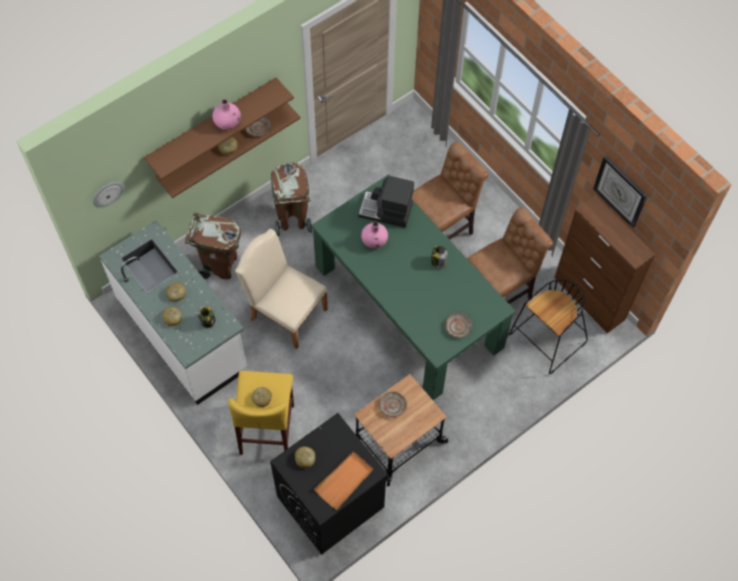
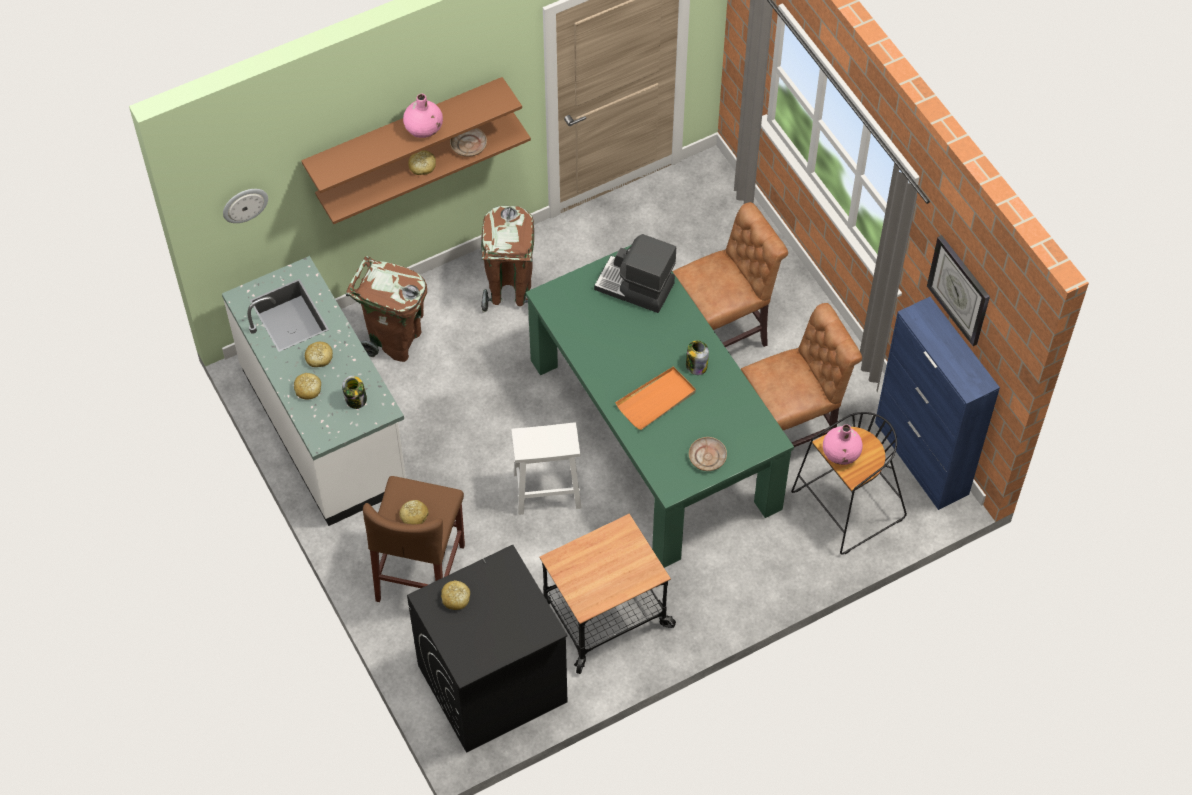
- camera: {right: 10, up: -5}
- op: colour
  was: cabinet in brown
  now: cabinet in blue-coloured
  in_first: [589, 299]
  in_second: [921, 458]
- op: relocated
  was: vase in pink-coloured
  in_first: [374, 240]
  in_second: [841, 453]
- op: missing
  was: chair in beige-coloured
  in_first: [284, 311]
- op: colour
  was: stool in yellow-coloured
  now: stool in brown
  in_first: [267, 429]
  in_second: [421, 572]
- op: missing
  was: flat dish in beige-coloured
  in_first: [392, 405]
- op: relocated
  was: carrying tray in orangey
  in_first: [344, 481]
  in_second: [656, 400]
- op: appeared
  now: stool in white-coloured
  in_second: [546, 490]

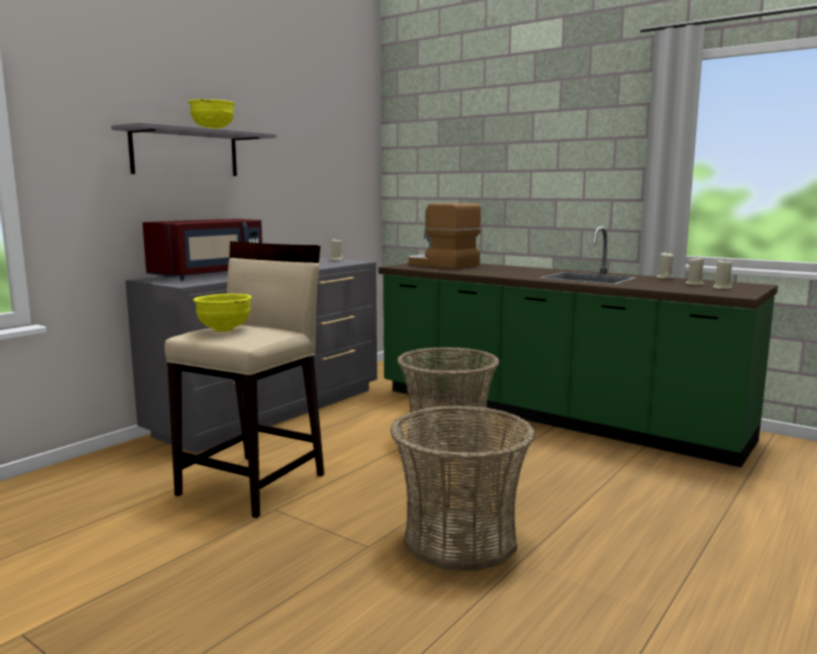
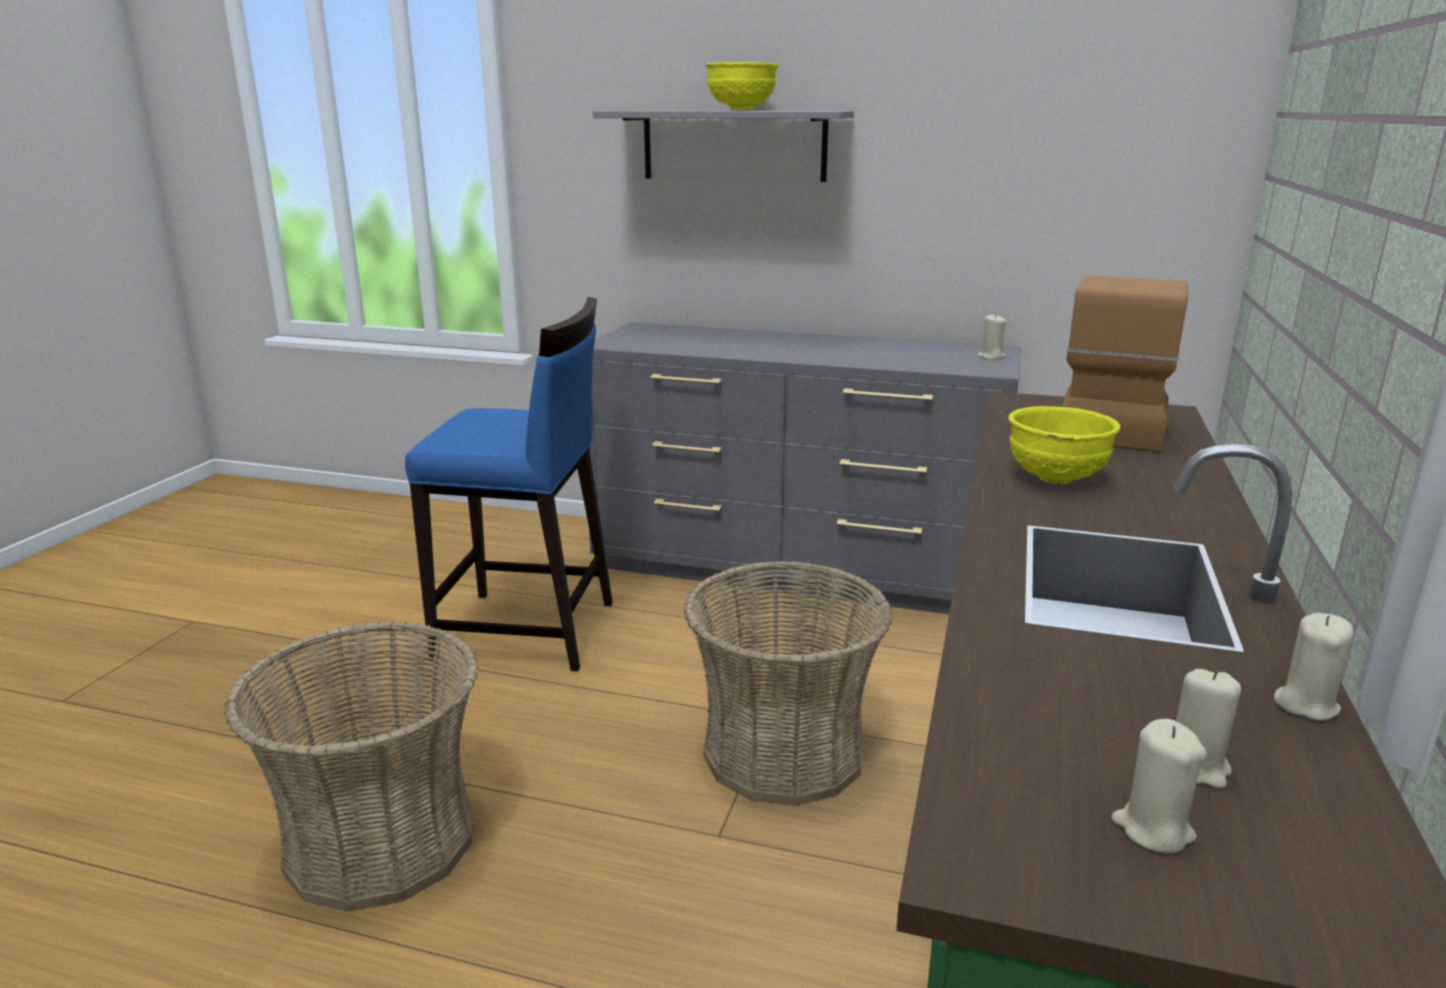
- camera: {right: 70, up: 10}
- op: missing
  was: microwave oven in reddish
  in_first: [210, 275]
- op: colour
  was: stool in beige-coloured
  now: stool in blue-coloured
  in_first: [254, 484]
  in_second: [527, 631]
- op: relocated
  was: bowl in yellow-coloured
  in_first: [224, 330]
  in_second: [1056, 479]

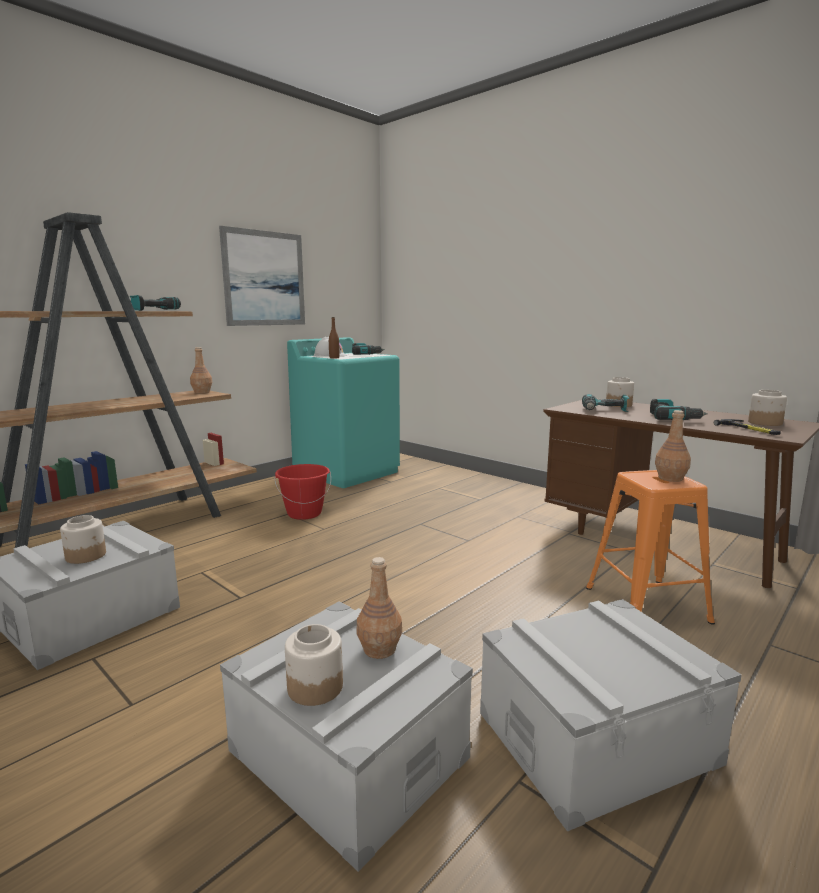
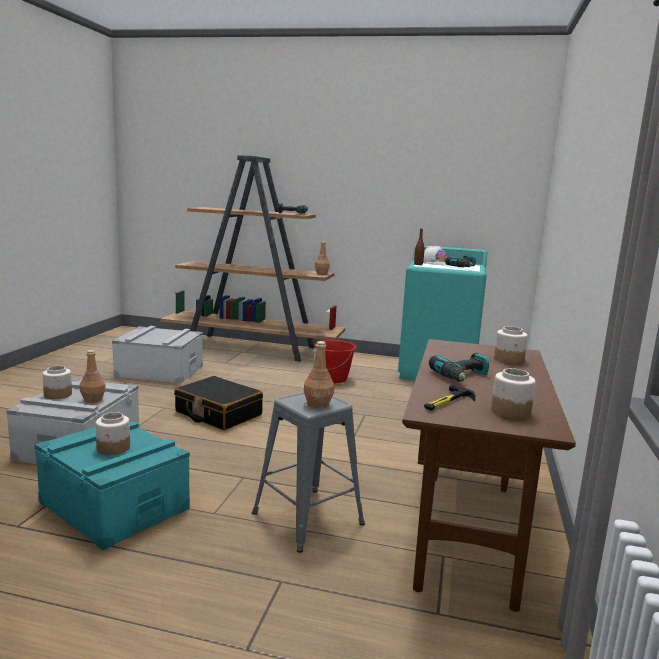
- camera: {right: 60, up: 0}
- op: missing
  was: wall art
  in_first: [264, 278]
- op: missing
  was: power drill
  in_first: [604, 411]
- op: colour
  was: stool in orangey
  now: stool in greyish
  in_first: [644, 604]
  in_second: [308, 517]
- op: relocated
  was: storage jar
  in_first: [86, 556]
  in_second: [113, 448]
- op: colour
  was: storage bin in greyish
  now: storage bin in turquoise-coloured
  in_first: [595, 737]
  in_second: [114, 505]
- op: appeared
  now: piece of luggage in blackish
  in_second: [218, 414]

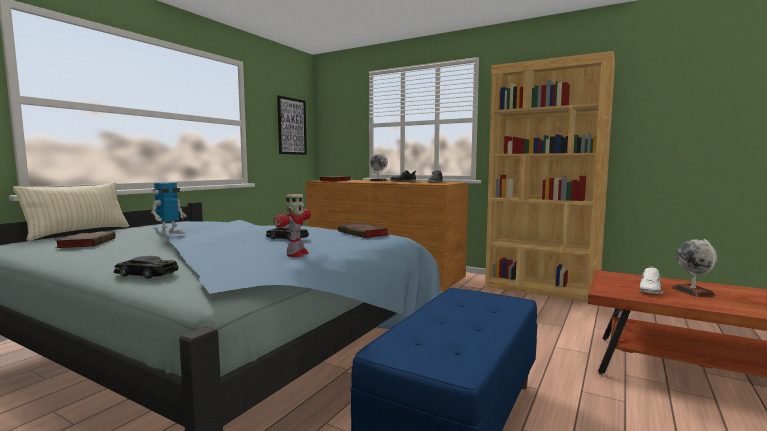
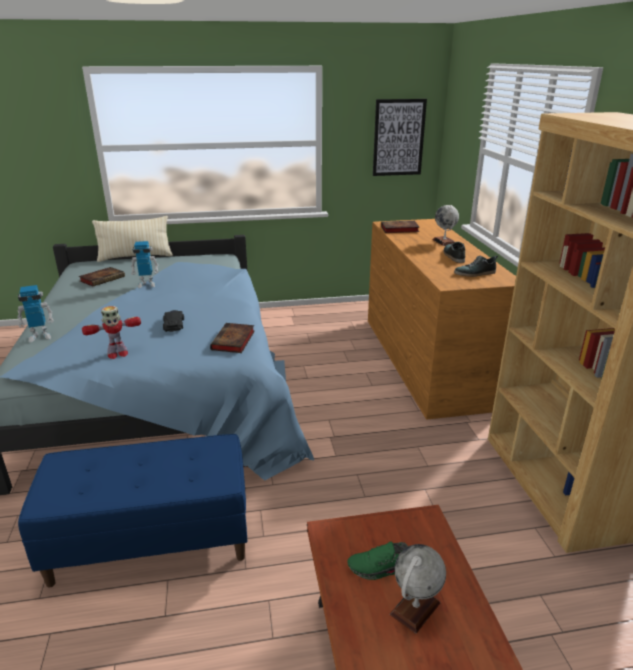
- camera: {right: 50, up: 20}
- op: exchanged
  was: model car in blackish
  now: model robot
  in_first: [145, 273]
  in_second: [40, 336]
- op: colour
  was: shoe in white-coloured
  now: shoe in greenish
  in_first: [651, 290]
  in_second: [381, 568]

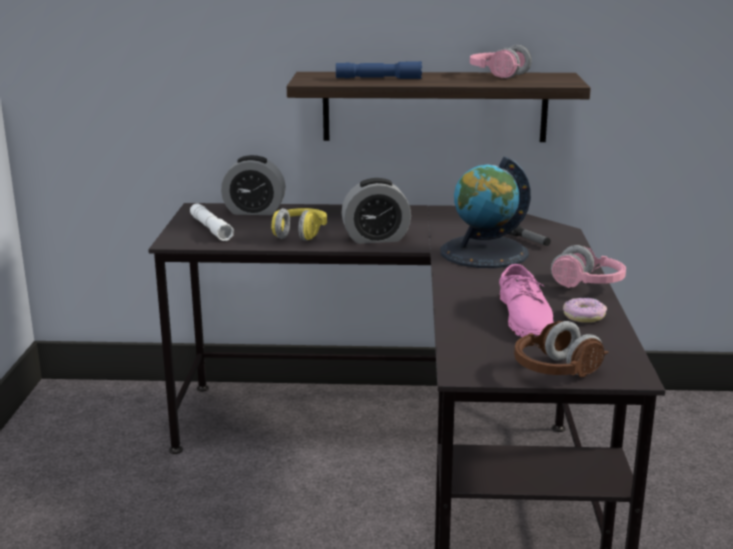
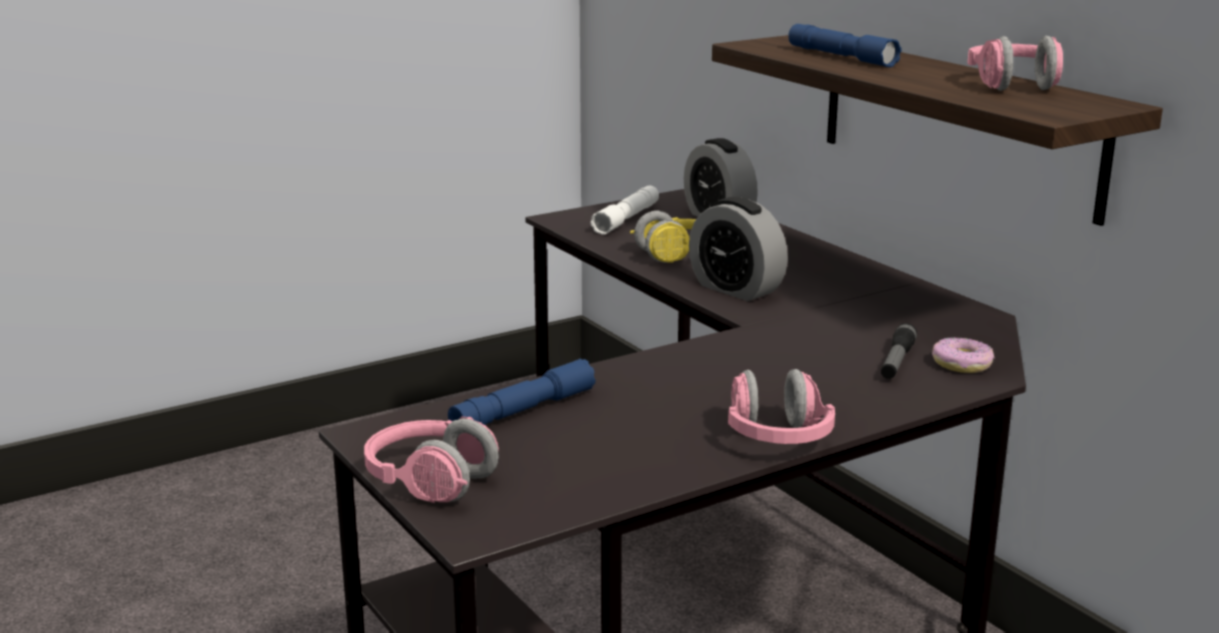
- camera: {right: 55, up: 0}
- op: missing
  was: globe
  in_first: [484, 252]
- op: missing
  was: shoe in pink-coloured
  in_first: [525, 317]
- op: relocated
  was: doughnut
  in_first: [583, 316]
  in_second: [962, 364]
- op: colour
  was: pair of headphones in brown
  now: pair of headphones in pink-coloured
  in_first: [556, 371]
  in_second: [431, 483]
- op: appeared
  now: torch in blue-coloured
  in_second: [523, 411]

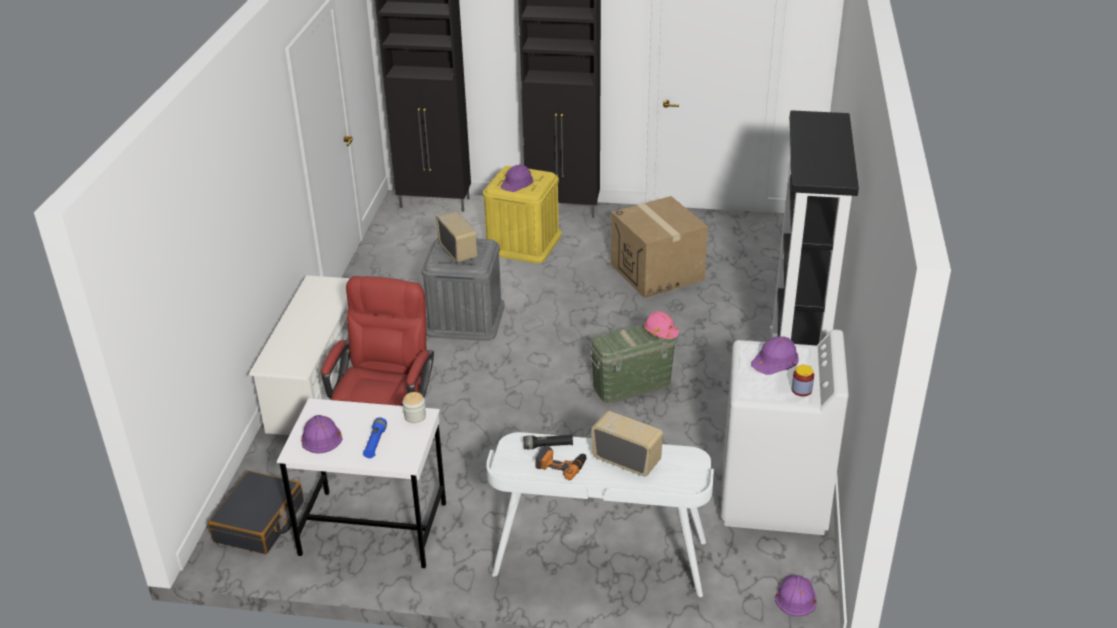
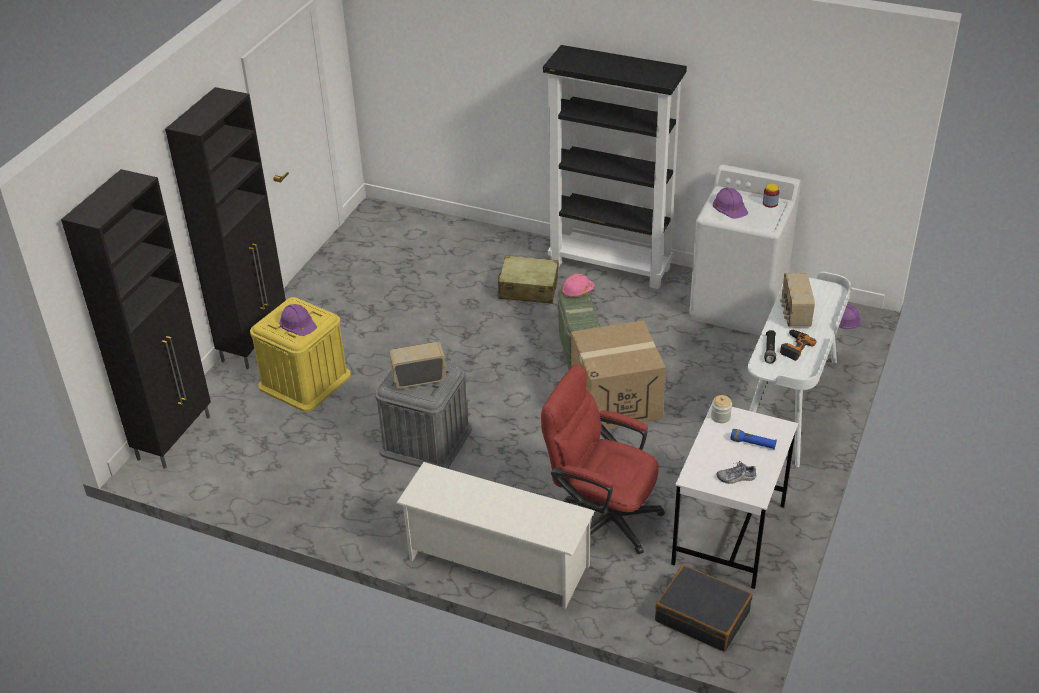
- camera: {right: -75, up: 5}
- op: relocated
  was: carton
  in_first: [657, 272]
  in_second: [616, 400]
- op: spun
  was: radio receiver
  in_first: [626, 460]
  in_second: [795, 314]
  clockwise: -45
- op: exchanged
  was: hard hat in purplish
  now: shoe
  in_first: [320, 436]
  in_second: [736, 478]
- op: appeared
  now: piece of luggage in beige-coloured
  in_second: [528, 288]

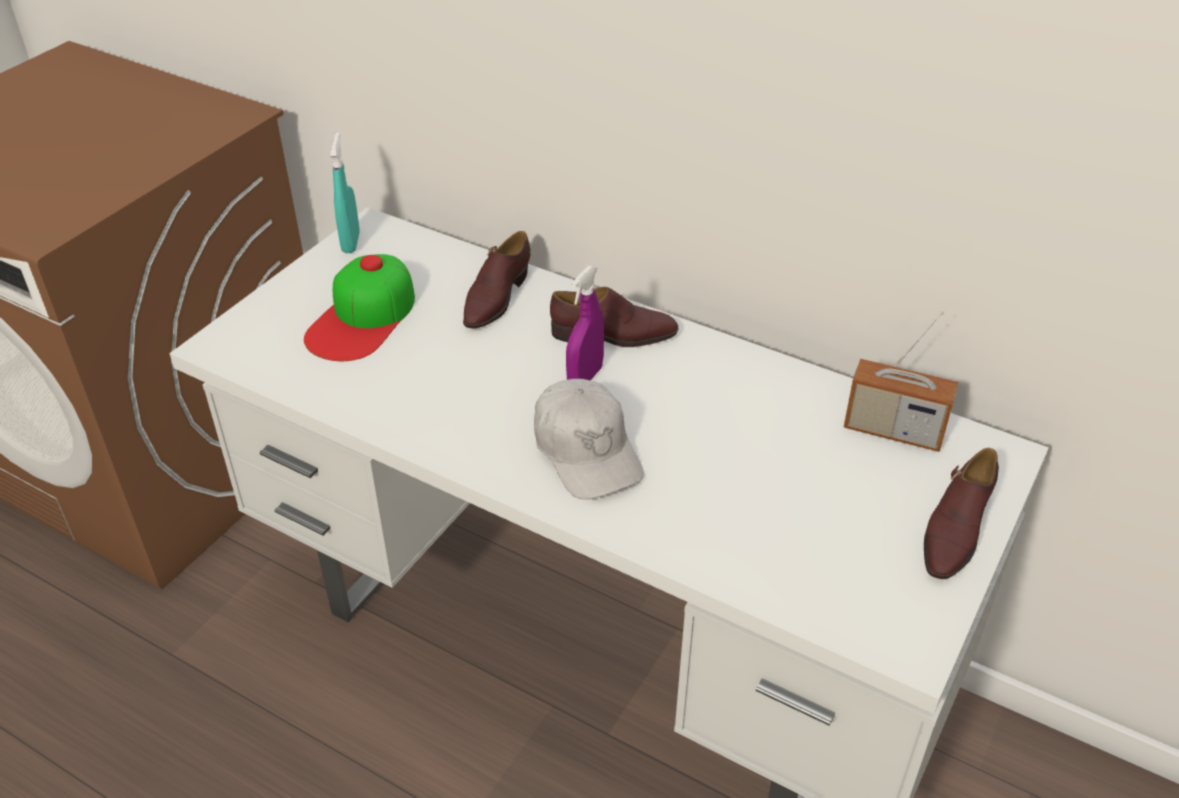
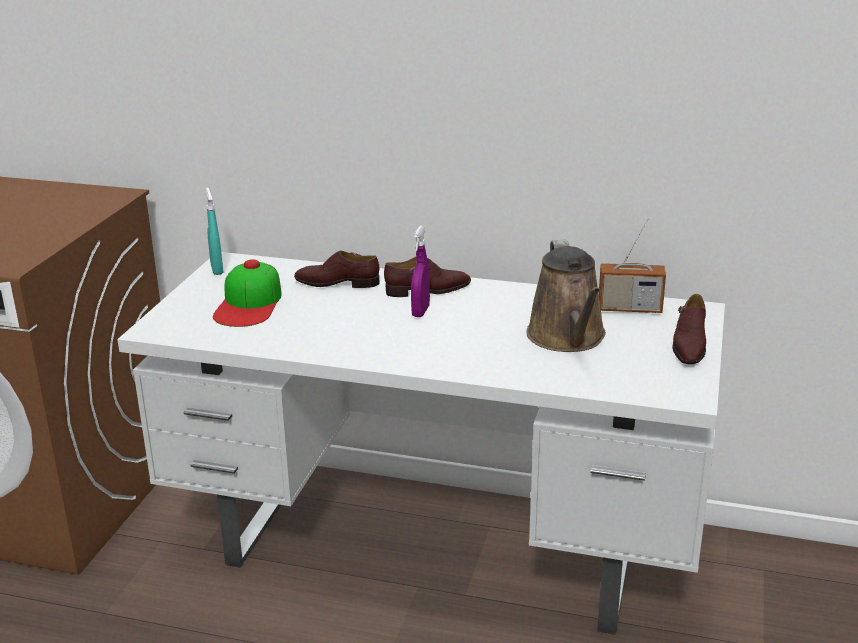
- camera: {right: -15, up: -15}
- op: spun
  was: shoe in brown
  in_first: [496, 298]
  in_second: [337, 283]
  clockwise: 90
- op: missing
  was: baseball cap in white-coloured
  in_first: [587, 451]
- op: appeared
  now: watering can in brown
  in_second: [568, 338]

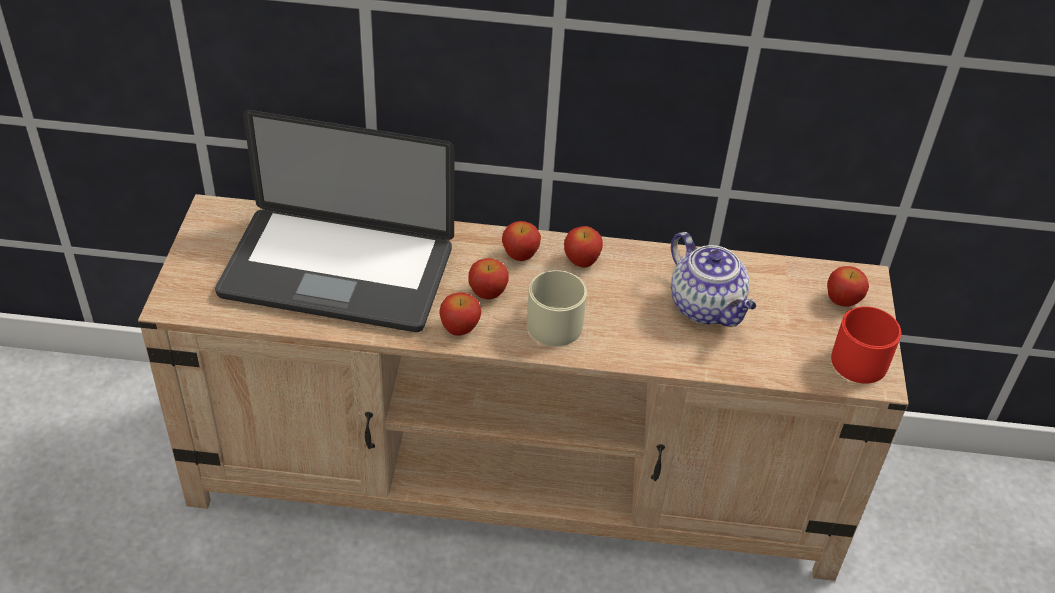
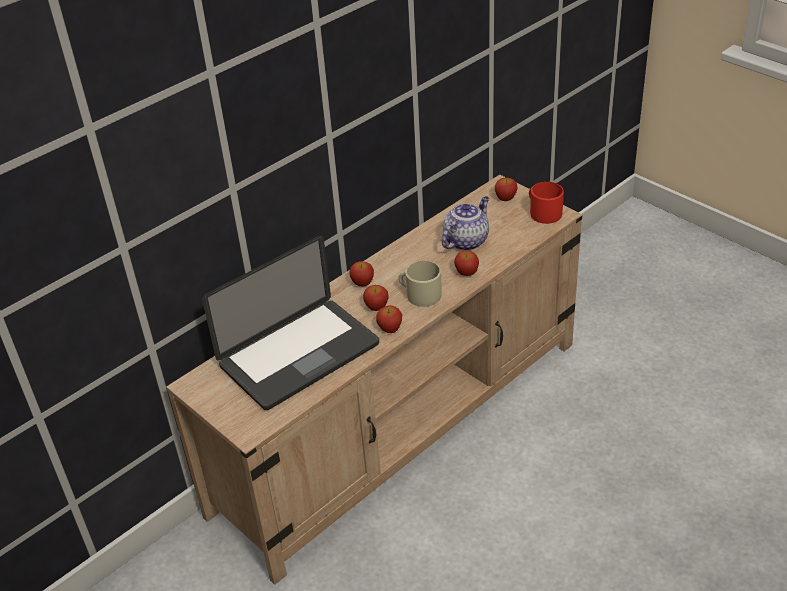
- camera: {right: -45, up: -5}
- op: relocated
  was: whole apple
  in_first: [581, 260]
  in_second: [466, 272]
- op: spun
  was: pot for tea
  in_first: [707, 307]
  in_second: [466, 240]
  clockwise: -60

